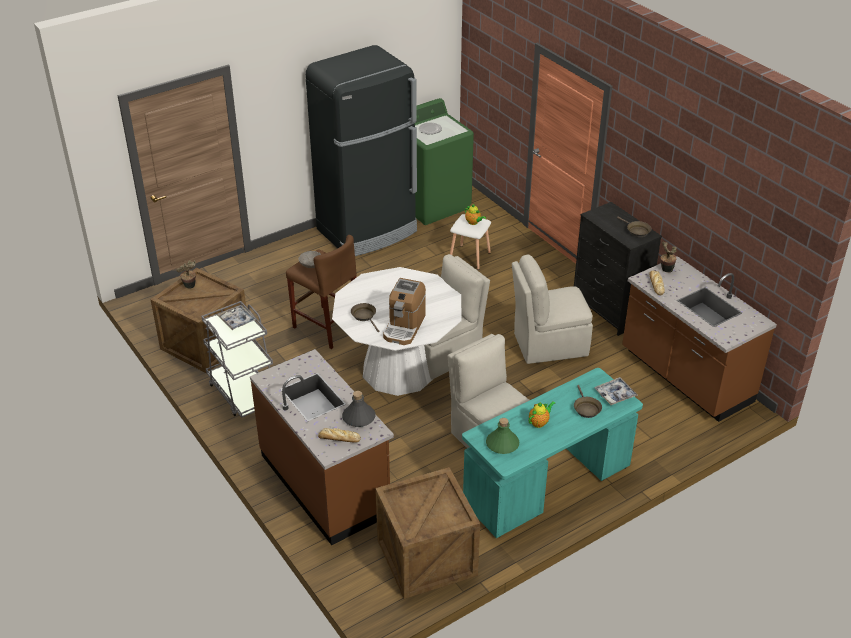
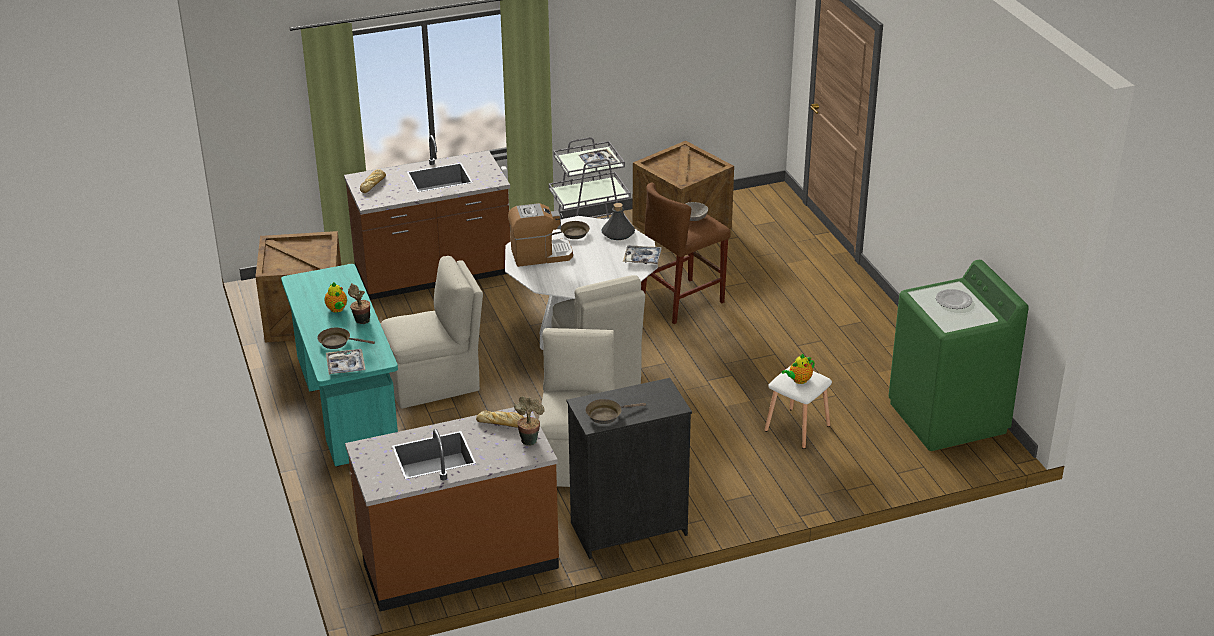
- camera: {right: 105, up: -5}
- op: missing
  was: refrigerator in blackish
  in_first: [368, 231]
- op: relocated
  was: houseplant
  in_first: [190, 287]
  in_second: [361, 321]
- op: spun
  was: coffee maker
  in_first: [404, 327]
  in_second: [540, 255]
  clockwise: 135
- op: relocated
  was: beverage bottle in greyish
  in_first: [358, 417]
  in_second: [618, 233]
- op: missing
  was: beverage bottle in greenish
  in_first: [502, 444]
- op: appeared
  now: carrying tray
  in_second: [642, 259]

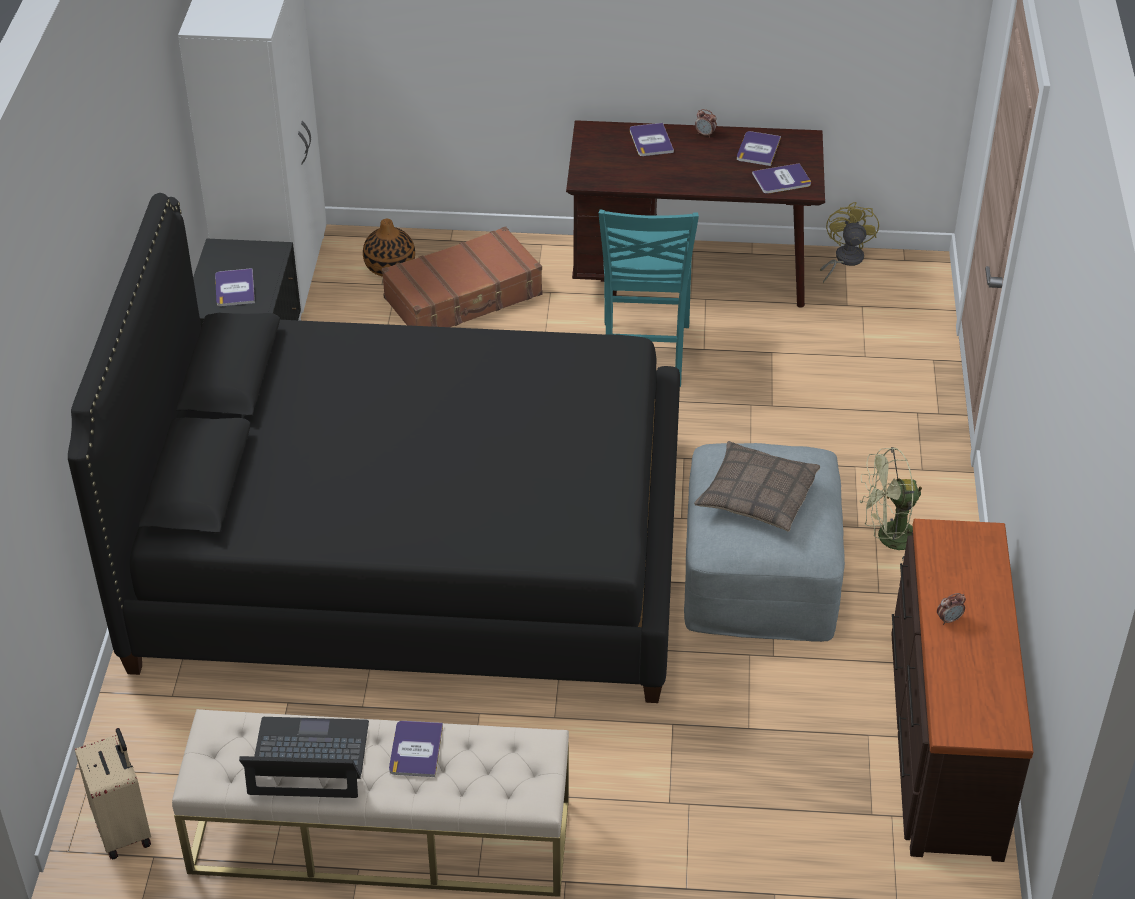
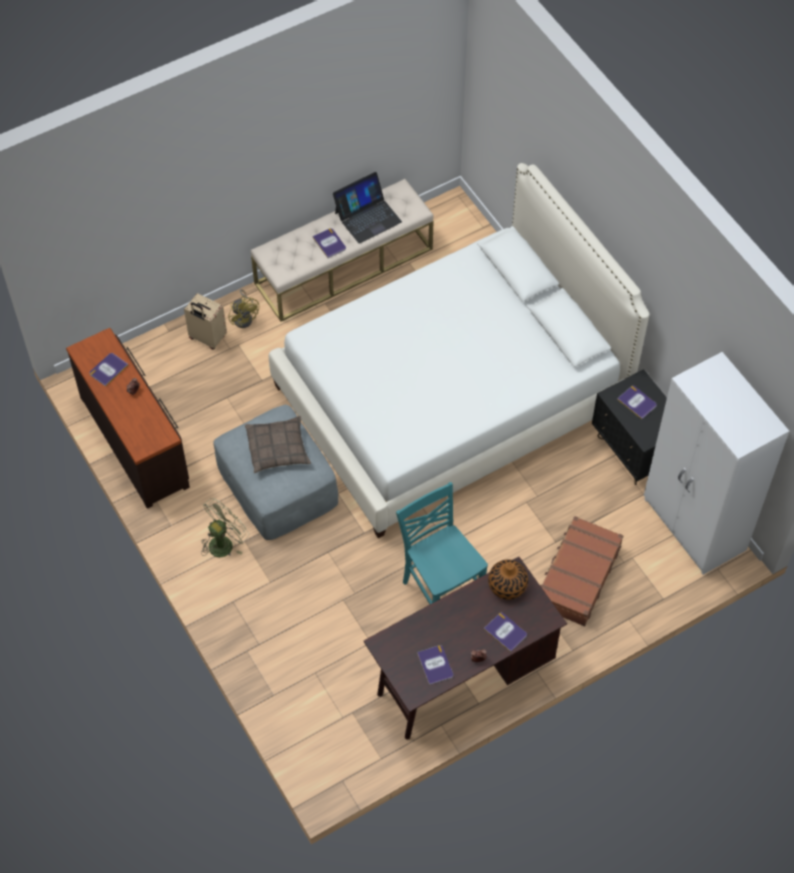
- camera: {right: 145, up: 15}
- op: relocated
  was: book
  in_first: [782, 180]
  in_second: [108, 369]
- op: colour
  was: bedroom bed in blackish
  now: bedroom bed in white-coloured
  in_first: [411, 551]
  in_second: [451, 397]
- op: relocated
  was: fan in yellow-coloured
  in_first: [844, 260]
  in_second: [244, 317]
- op: relocated
  was: vase
  in_first: [390, 267]
  in_second: [507, 586]
- op: relocated
  was: piece of luggage in beige-coloured
  in_first: [124, 829]
  in_second: [207, 338]

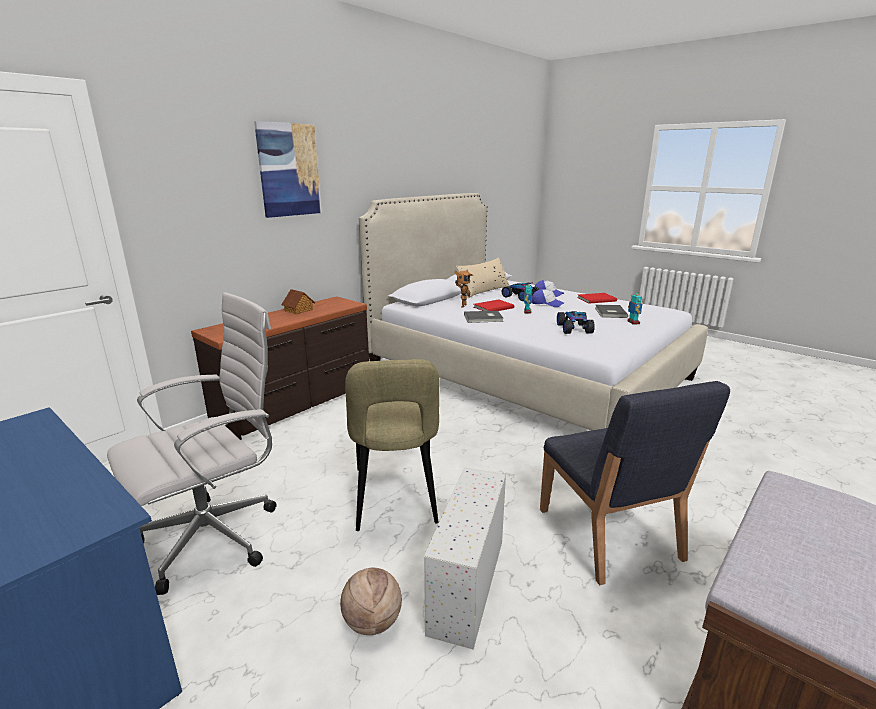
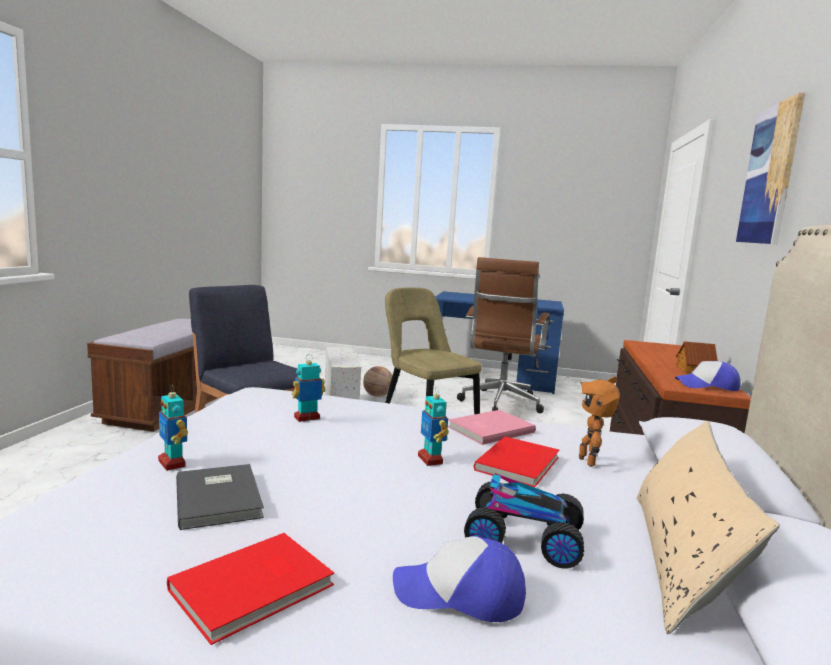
- camera: {right: 150, up: -10}
- op: relocated
  was: baseball cap
  in_first: [547, 304]
  in_second: [707, 386]
- op: colour
  was: office chair in white-coloured
  now: office chair in brown
  in_first: [217, 536]
  in_second: [500, 404]
- op: colour
  was: book in greyish
  now: book in pink-coloured
  in_first: [484, 318]
  in_second: [488, 429]
- op: exchanged
  was: model car
  now: model robot
  in_first: [574, 329]
  in_second: [307, 418]

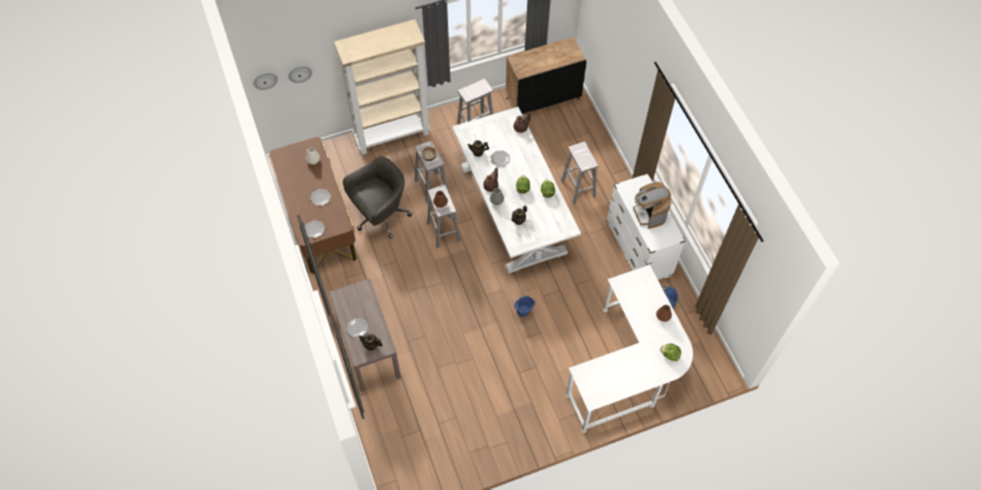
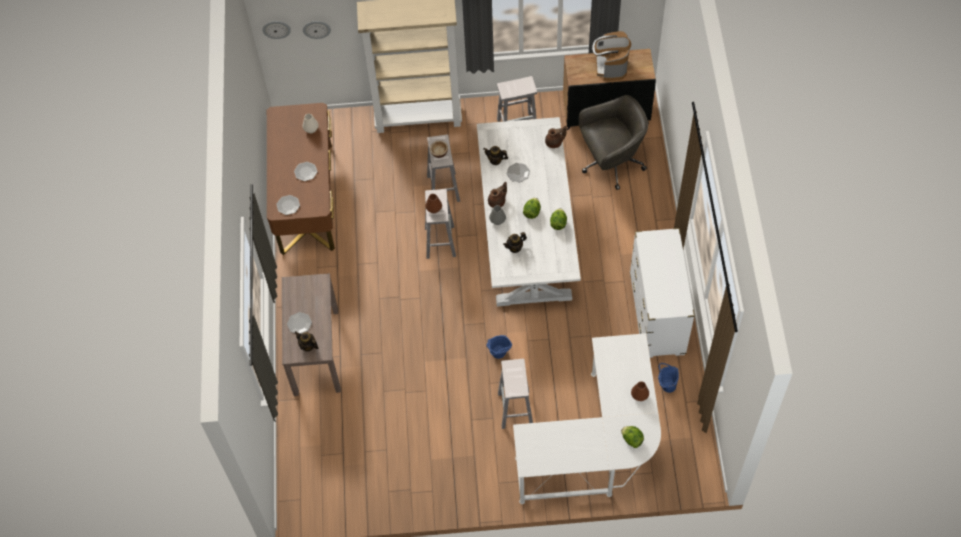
- camera: {right: 20, up: 0}
- op: relocated
  was: stool in white-coloured
  in_first: [578, 189]
  in_second: [515, 410]
- op: relocated
  was: office chair in greyish
  in_first: [380, 216]
  in_second: [611, 163]
- op: relocated
  was: coffee maker
  in_first: [649, 214]
  in_second: [610, 66]

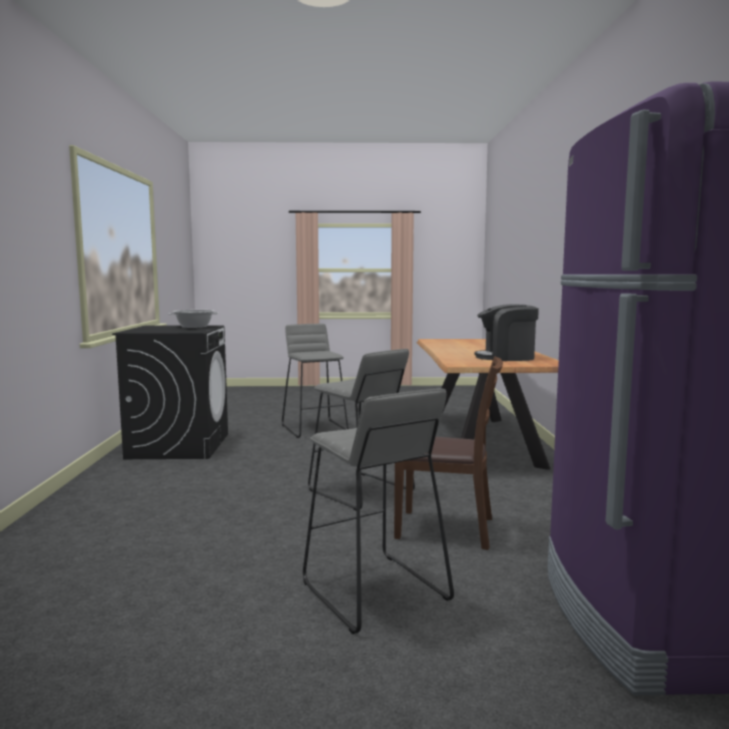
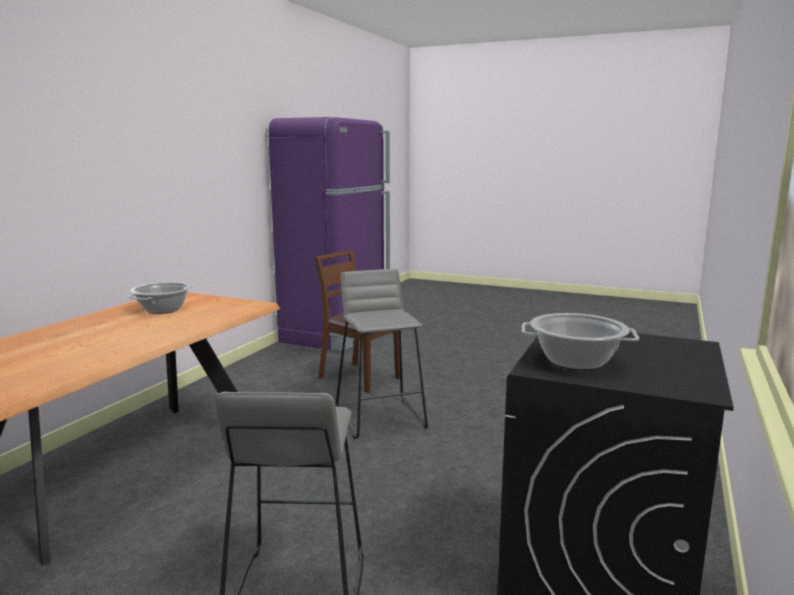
- camera: {right: -155, up: 5}
- op: exchanged
  was: coffee maker
  now: saucepot
  in_first: [506, 357]
  in_second: [163, 310]
- op: missing
  was: stool in greyish
  in_first: [374, 592]

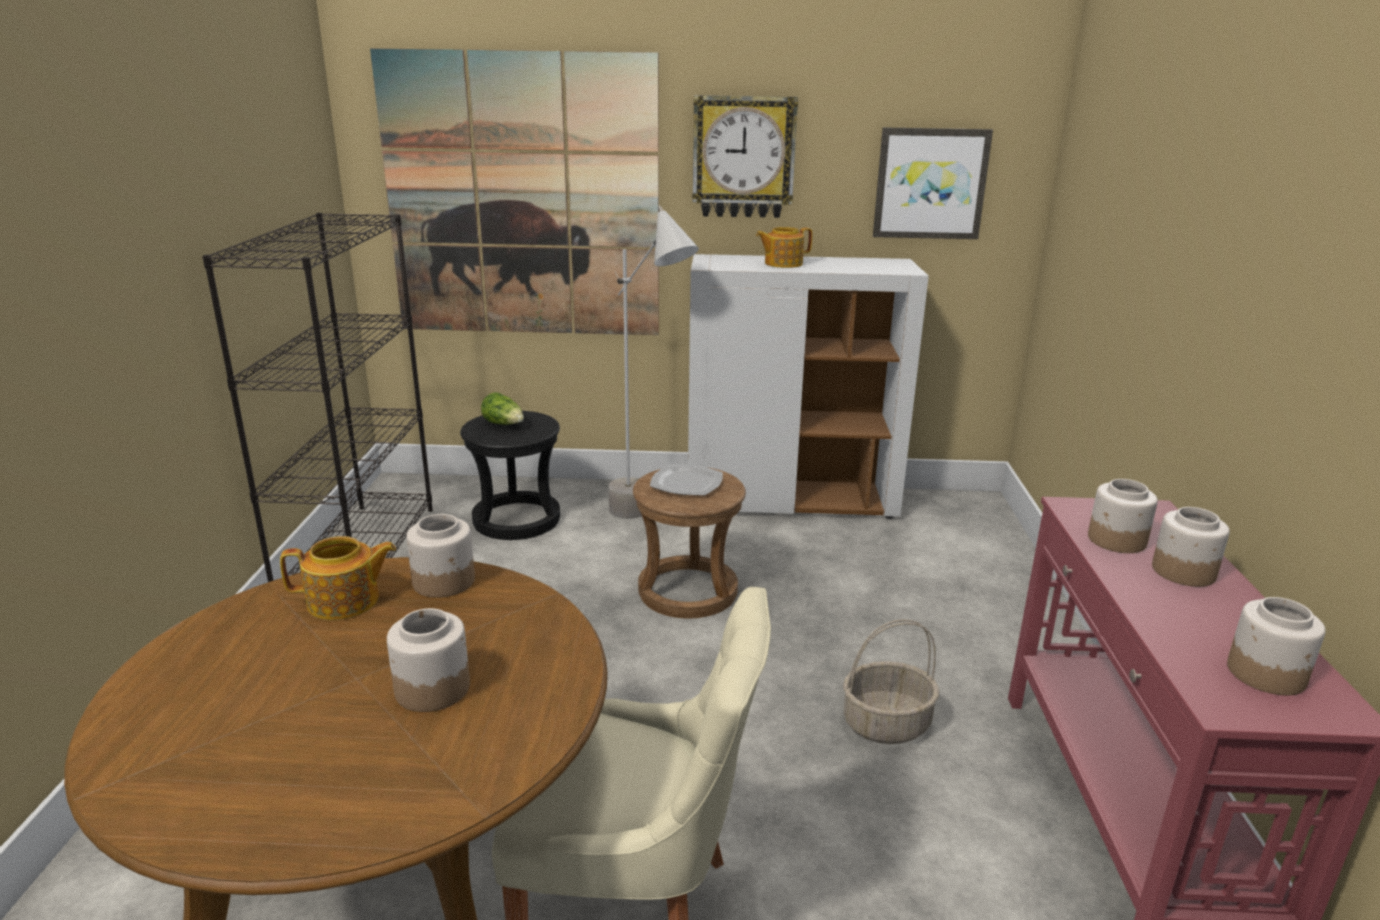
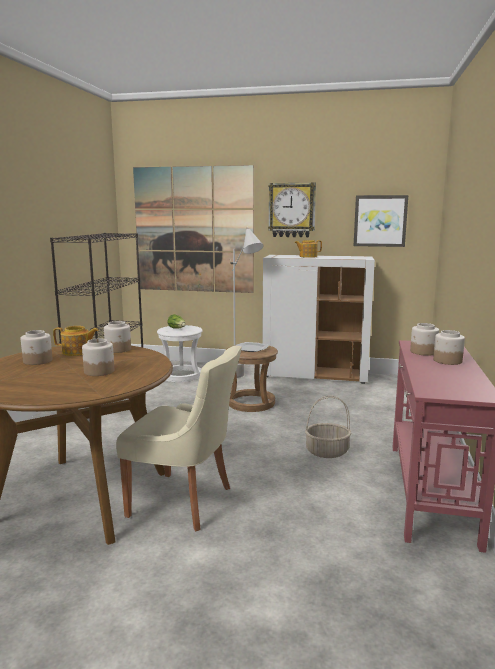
- camera: {right: 10, up: -10}
- op: colour
  was: stool in blackish
  now: stool in white-coloured
  in_first: [516, 519]
  in_second: [181, 375]
- op: relocated
  was: storage jar
  in_first: [1267, 674]
  in_second: [38, 361]

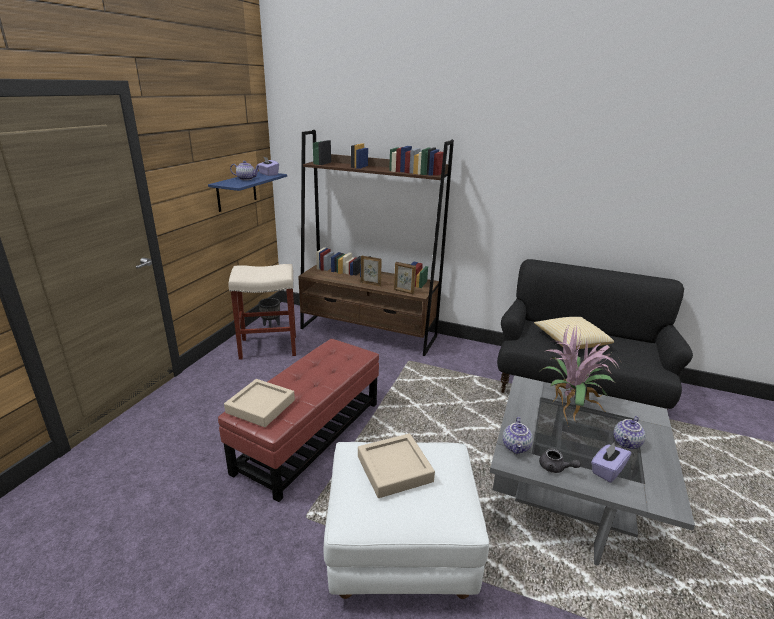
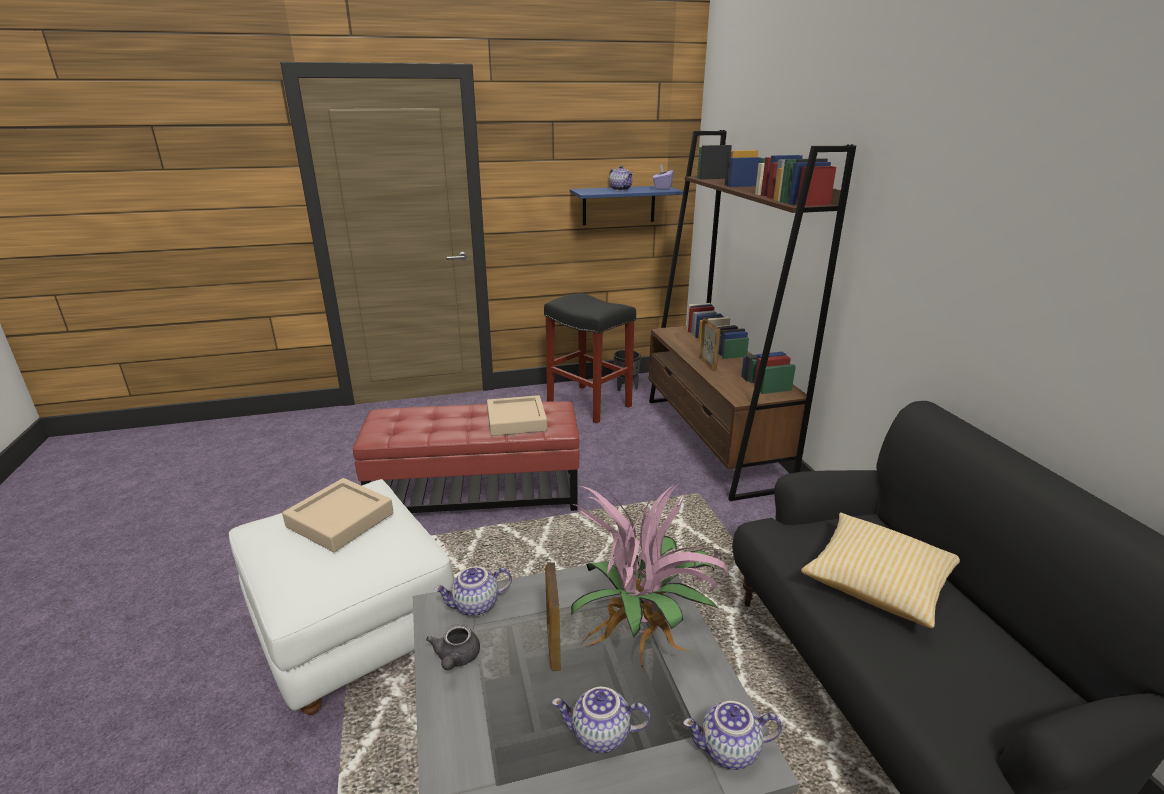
- camera: {right: 55, up: 0}
- op: relocated
  was: picture frame
  in_first: [403, 291]
  in_second: [553, 647]
- op: colour
  was: stool in beige-coloured
  now: stool in blackish
  in_first: [269, 347]
  in_second: [590, 404]
- op: relocated
  was: carrying tray in beige-coloured
  in_first: [260, 406]
  in_second: [516, 421]
- op: missing
  was: box of tissues in purplish
  in_first: [607, 470]
- op: appeared
  now: pot for tea
  in_second: [729, 751]

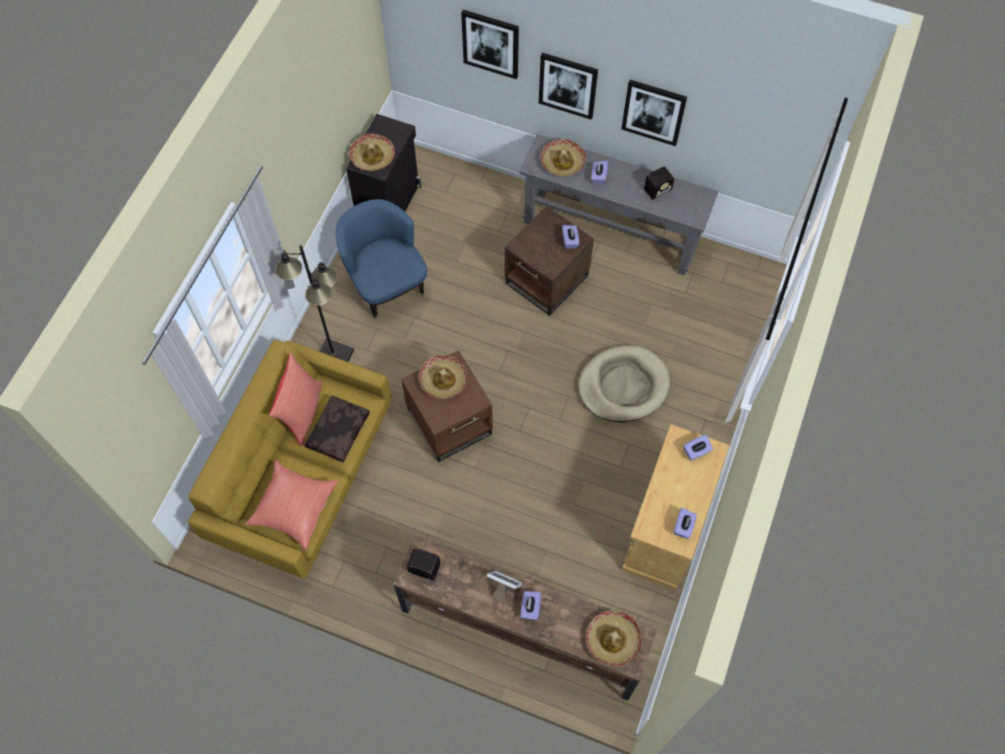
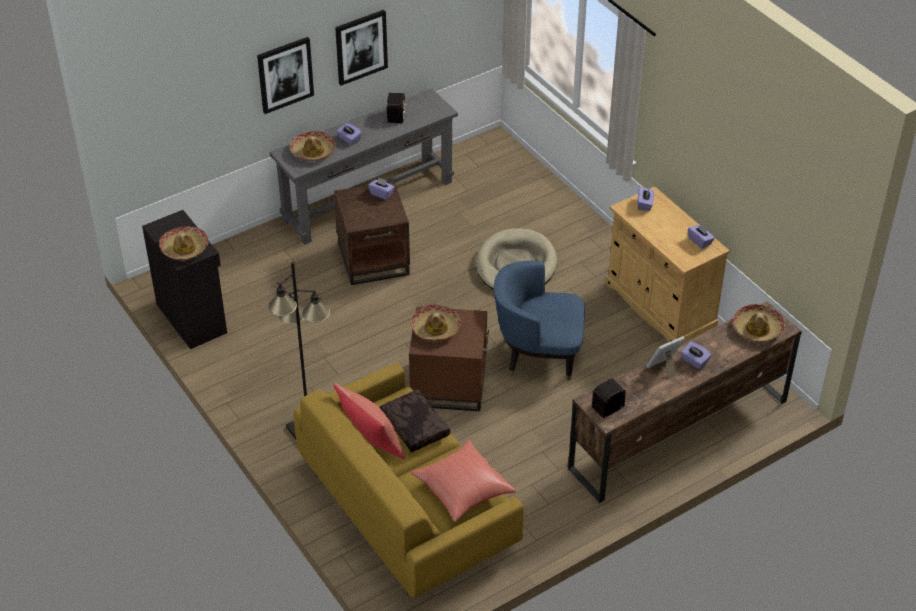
- camera: {right: -55, up: -20}
- op: missing
  was: wall art
  in_first: [491, 43]
- op: relocated
  was: armchair in blue-coloured
  in_first: [386, 284]
  in_second: [538, 356]

